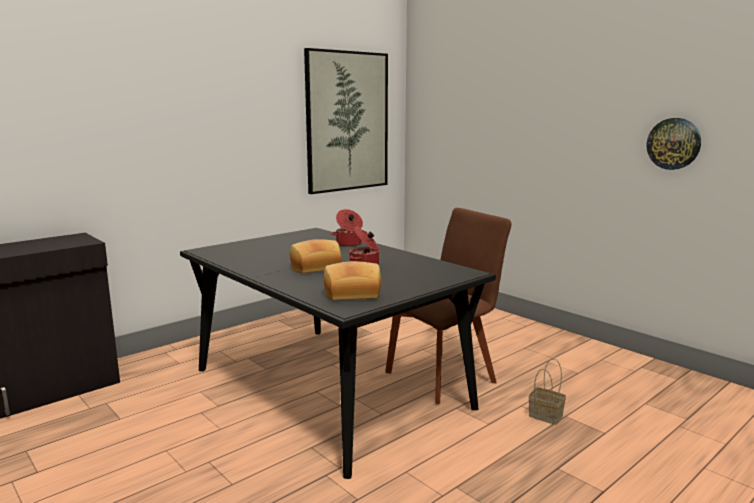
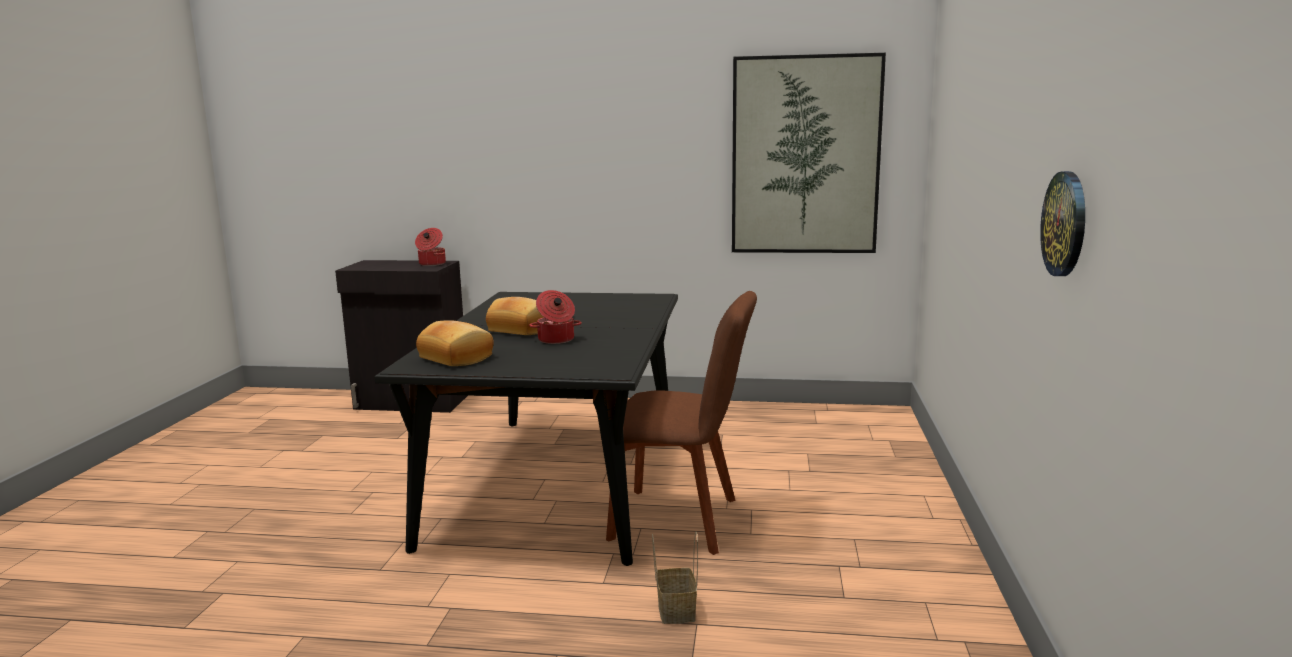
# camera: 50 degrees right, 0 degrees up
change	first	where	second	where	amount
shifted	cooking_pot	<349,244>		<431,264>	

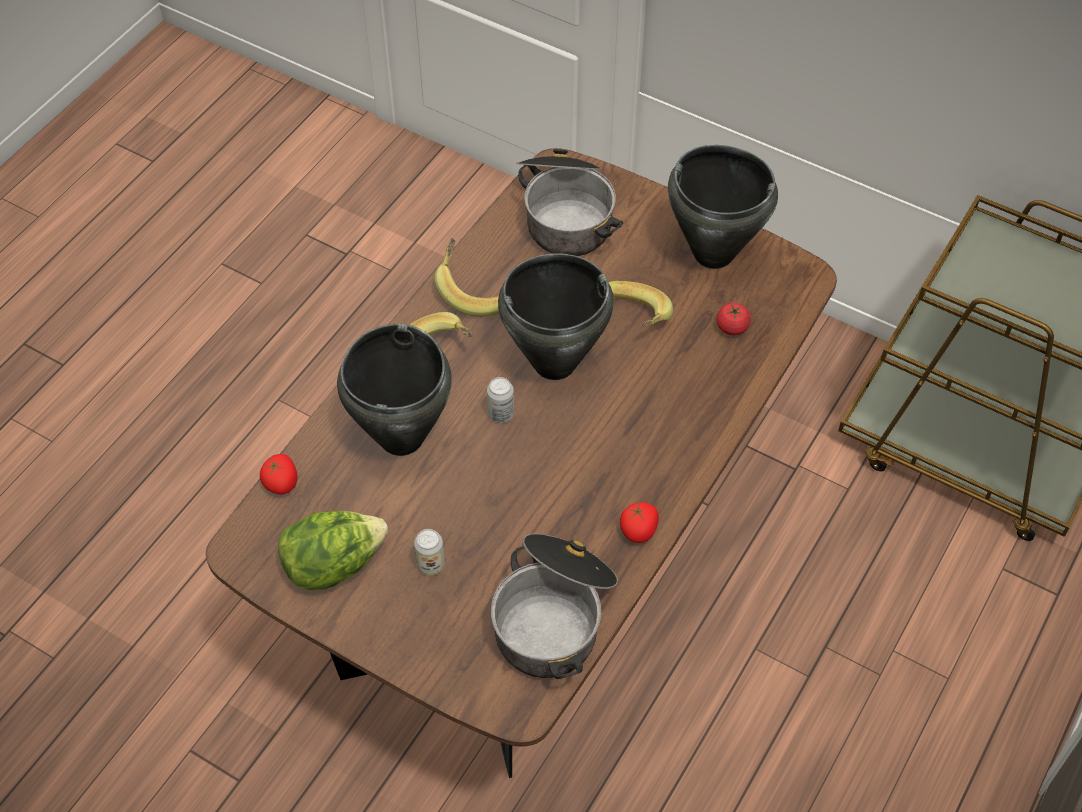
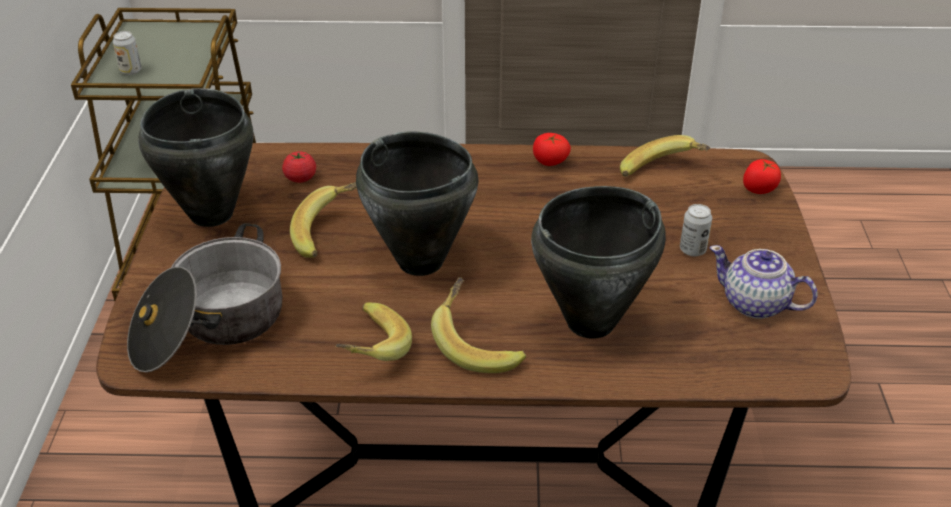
# camera: 120 degrees left, 15 degrees down
change	first	where	second	where	amount
shifted	metal_can	<501,414>		<131,71>	
shifted	fresh_tomato	<281,483>		<759,189>	
swapped	lettuce_head	<334,565>	pot_for_tea	<755,304>	
swapped	cooking_pot	<555,616>	whole_banana	<663,174>	

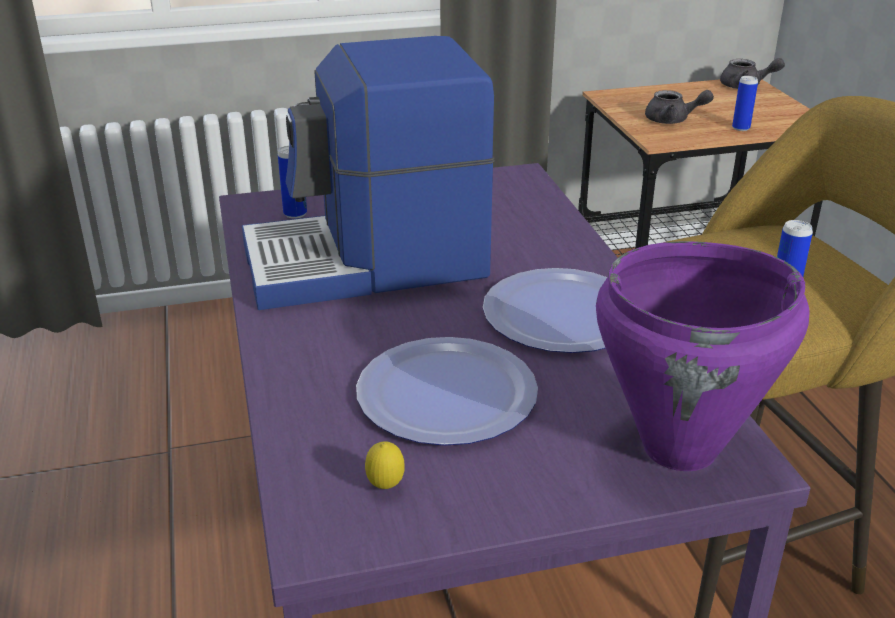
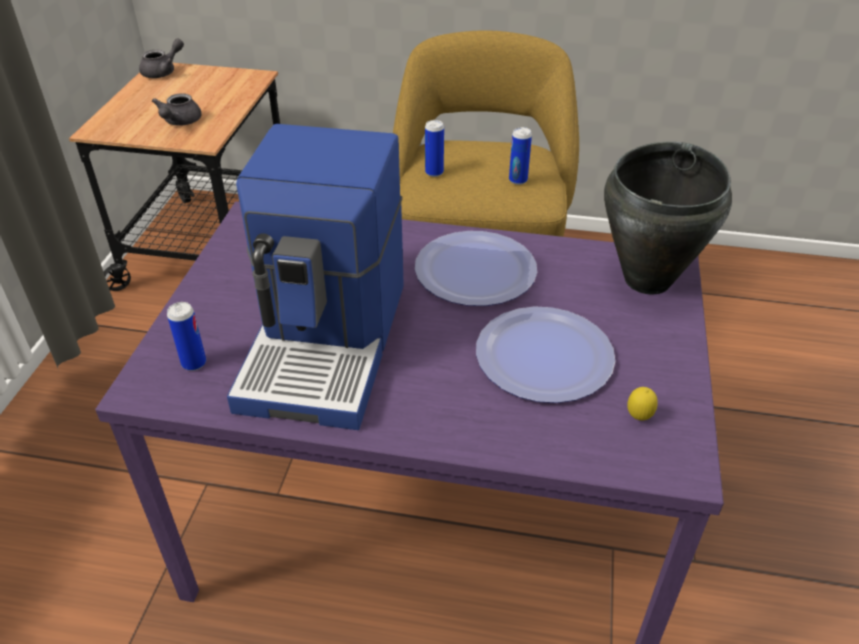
# camera: 65 degrees left, 10 degrees up
change	first	where	second	where	amount
shifted	metal_can	<741,128>		<434,172>	
rotated	greyish_pot_for_tea	<672,120>		<179,122>	150 degrees clockwise
repainted	purple-coloured_cooking_pot	<681,449>	black-coloured_cooking_pot	<648,280>	

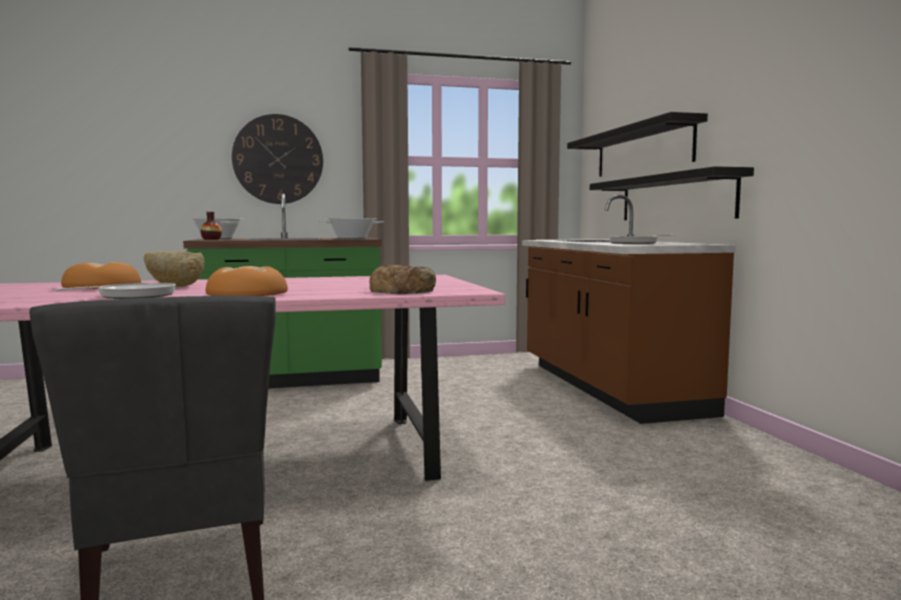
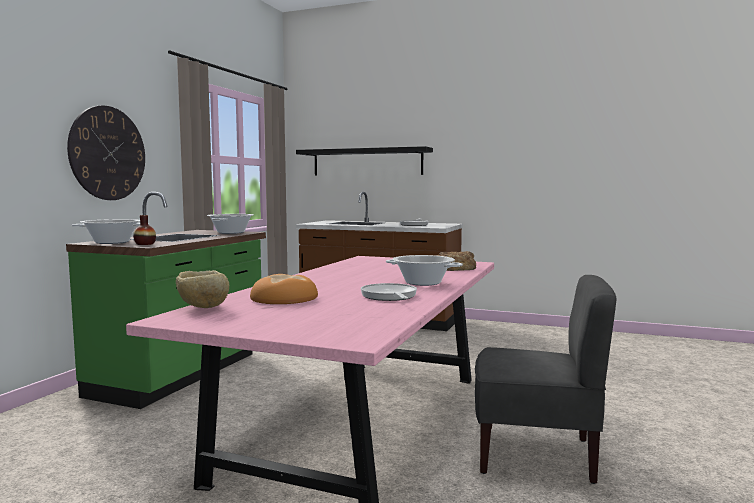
# camera: 55 degrees left, 0 degrees up
change	first	where	second	where	amount
gone	black-coloured_shelf	<674,198>			
shifted	beige-coloured_bowl	<175,287>		<203,308>	
swapped	bread	<248,294>	cooking_pot	<423,283>	

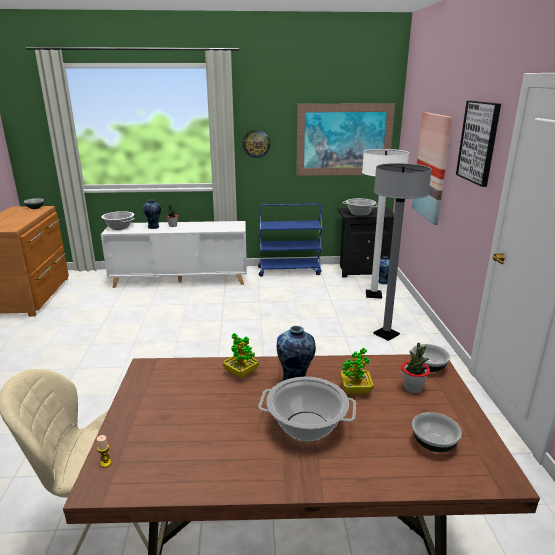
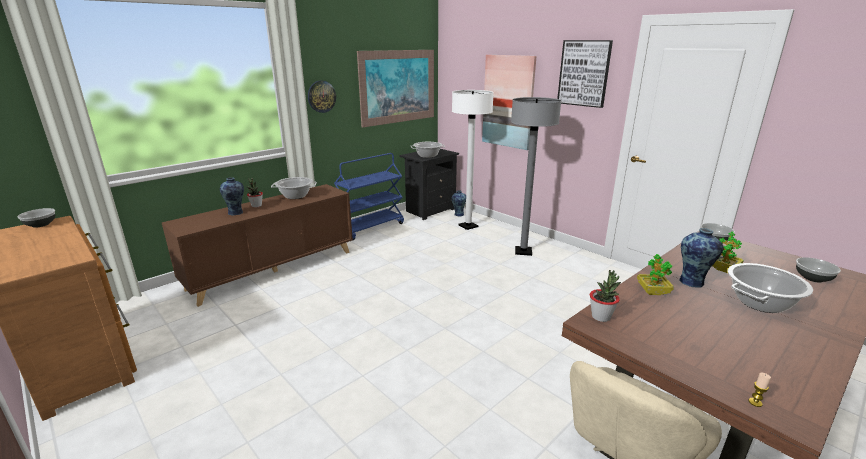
# camera: 40 degrees left, 0 degrees up
change	first	where	second	where	amount
shifted	cooking_pot	<119,227>		<295,196>	
repainted	white_storage_cabinet	<181,280>	brown-coloured_storage_cabinet	<273,269>	
shifted	plant_in_a_pot	<412,388>		<601,317>	

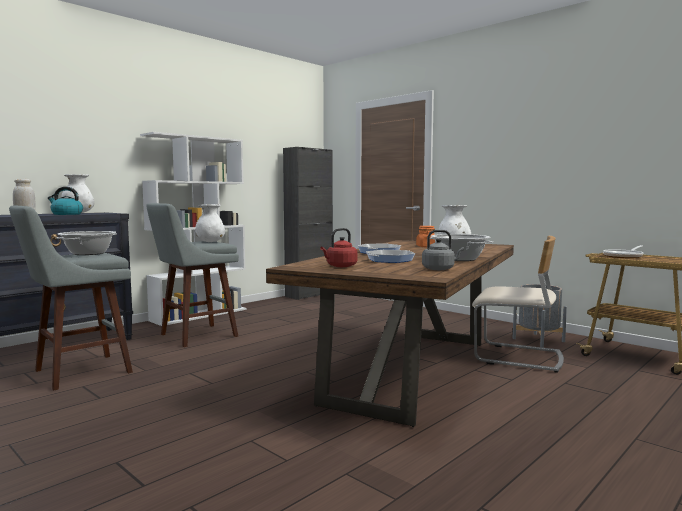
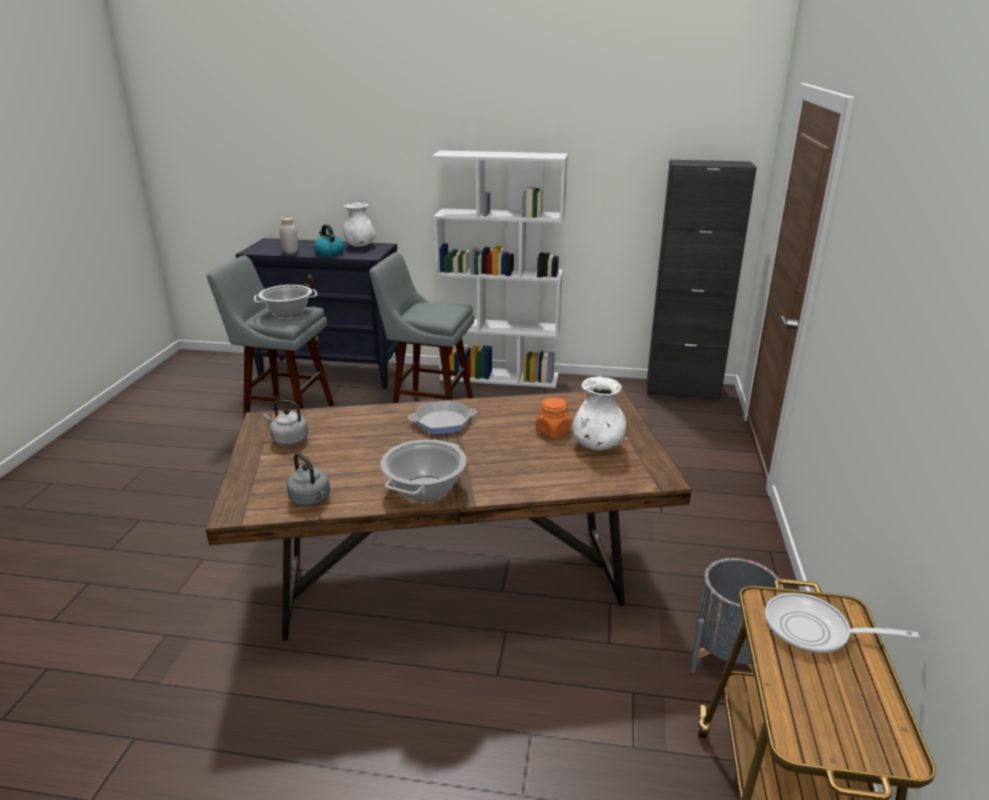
# camera: 55 degrees right, 20 degrees up
change	first	where	second	where	amount
gone	white_vase	<210,242>			
repainted	reddish_tea_kettle	<340,266>	greyish_tea_kettle	<288,440>	
gone	beige-coloured_plain_chair	<518,357>			
gone	frying_pan	<390,260>			

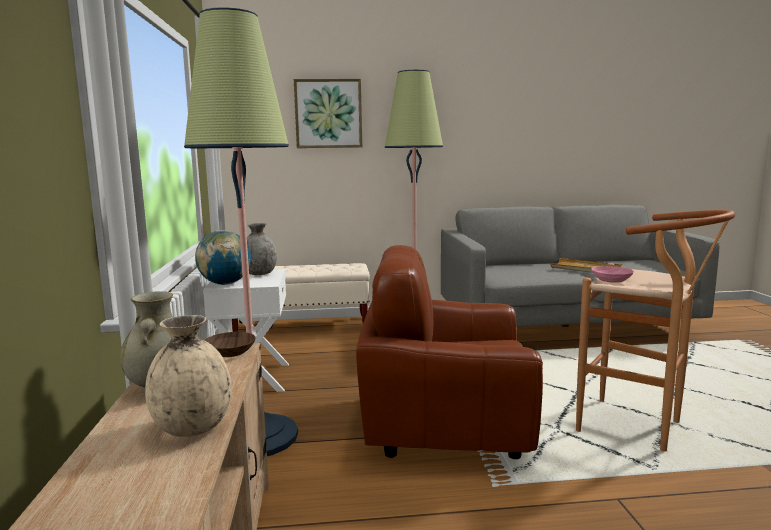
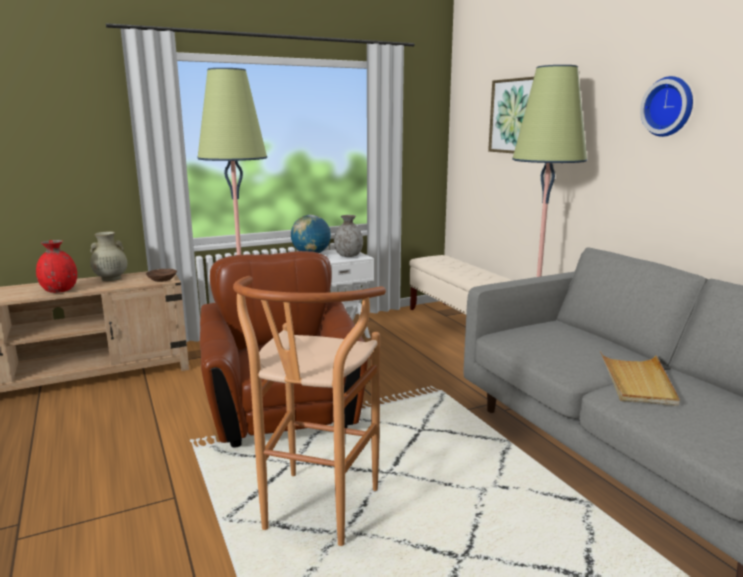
# camera: 70 degrees right, 5 degrees up
change	first	where	second	where	amount
gone	pinkish_bowl	<610,280>			
repainted	beige-coloured_vase	<193,428>	reddish_vase	<59,290>	
new			hanging_clock	<669,106>	

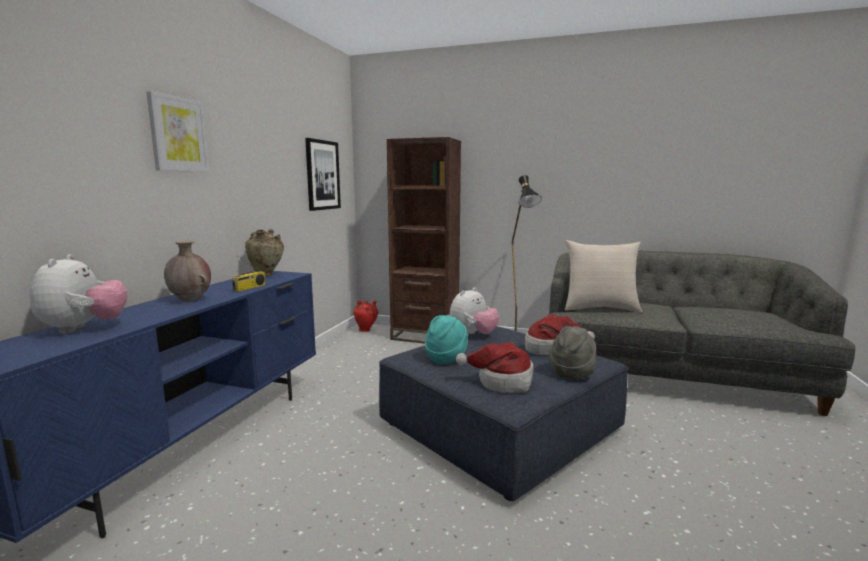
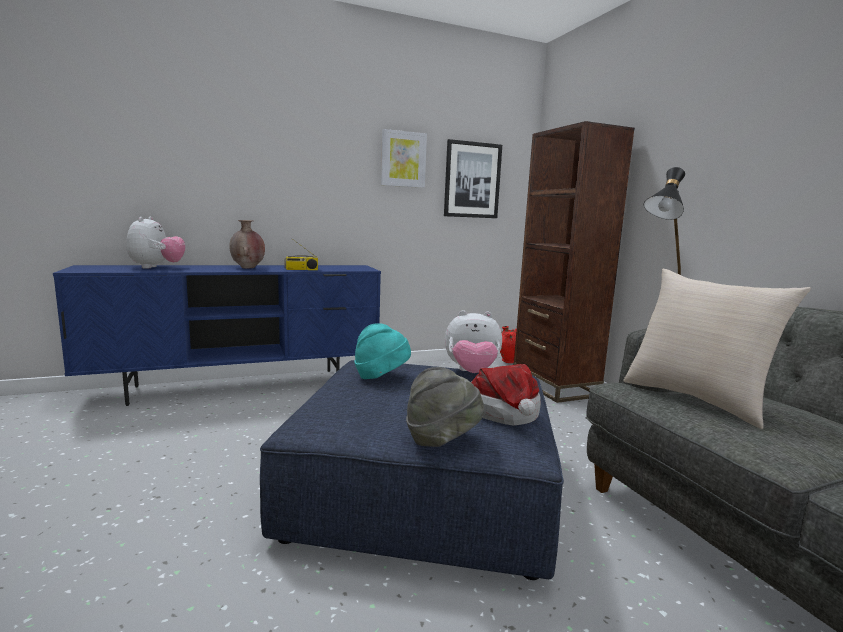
# camera: 50 degrees right, 0 degrees up
change	first	where	second	where	amount
shifted	wall_picture	<178,134>		<403,159>	
gone	beige-coloured_vase	<266,275>			
rotated	cuddly_toy	<84,328>		<156,267>	45 degrees counterclockwise
gone	clothing_hat	<502,382>			

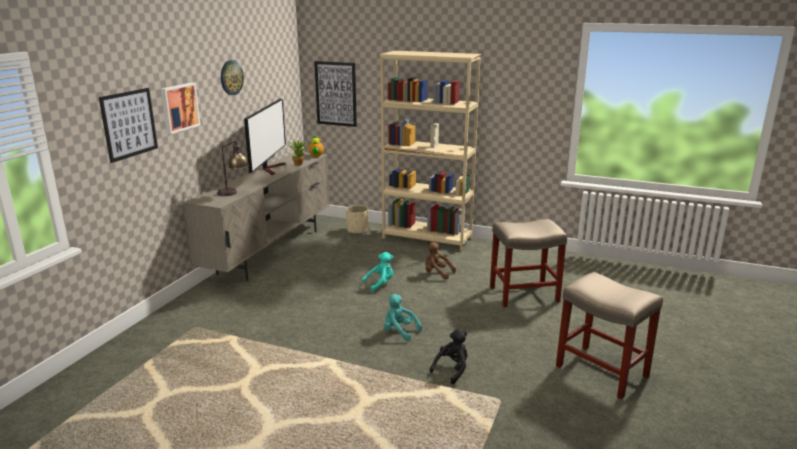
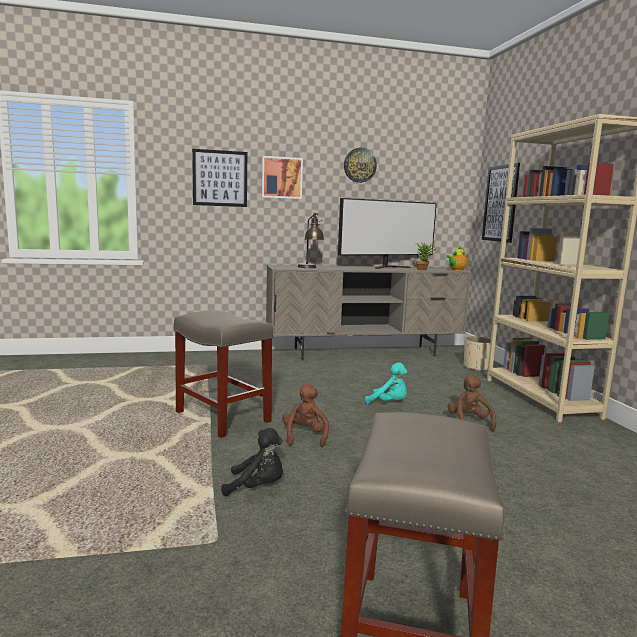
# camera: 55 degrees right, 10 degrees down
change	first	where	second	where	amount
shifted	beige-coloured_sitting_stool	<523,294>		<221,416>	
repainted	turquoise-coloured_cuddly_toy	<399,331>	brown-coloured_cuddly_toy	<305,436>	

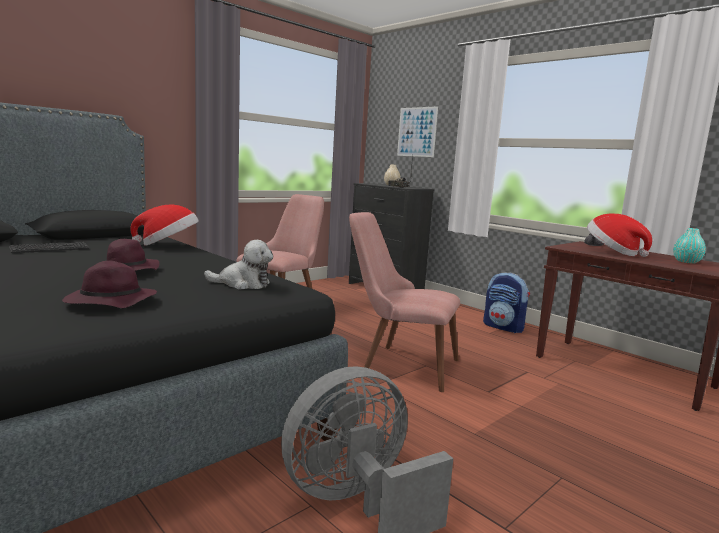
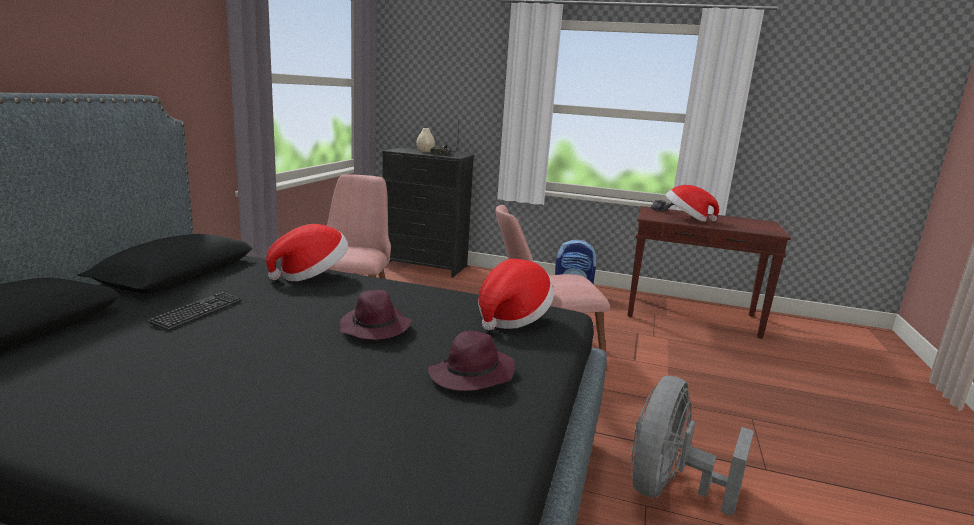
# camera: 30 degrees left, 5 degrees up
change	first	where	second	where	amount
gone	wall_picture	<417,132>			
gone	turquoise-coloured_vase	<686,262>			
swapped	cuddly_toy	<243,284>	clothing_hat	<512,318>	

